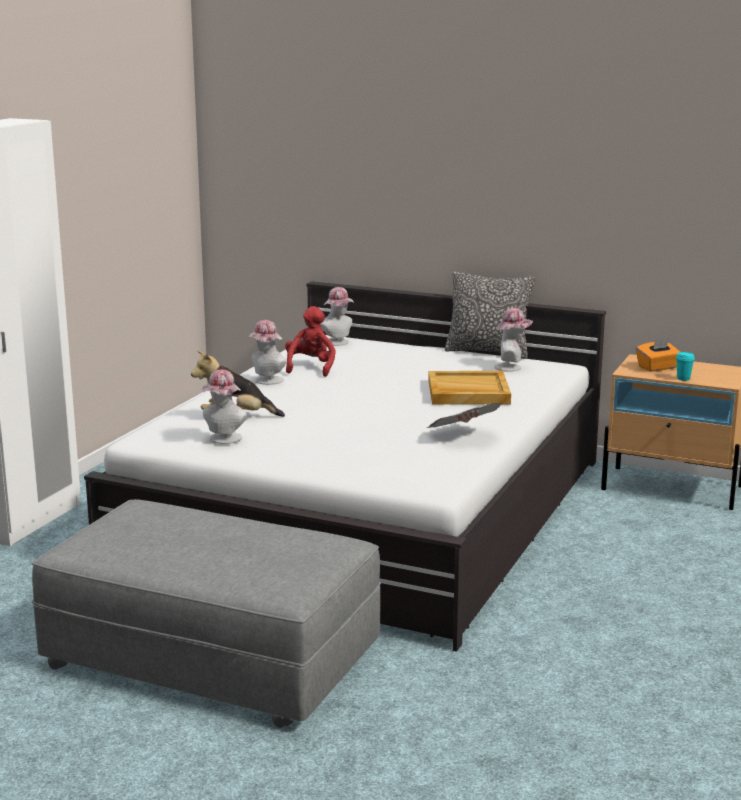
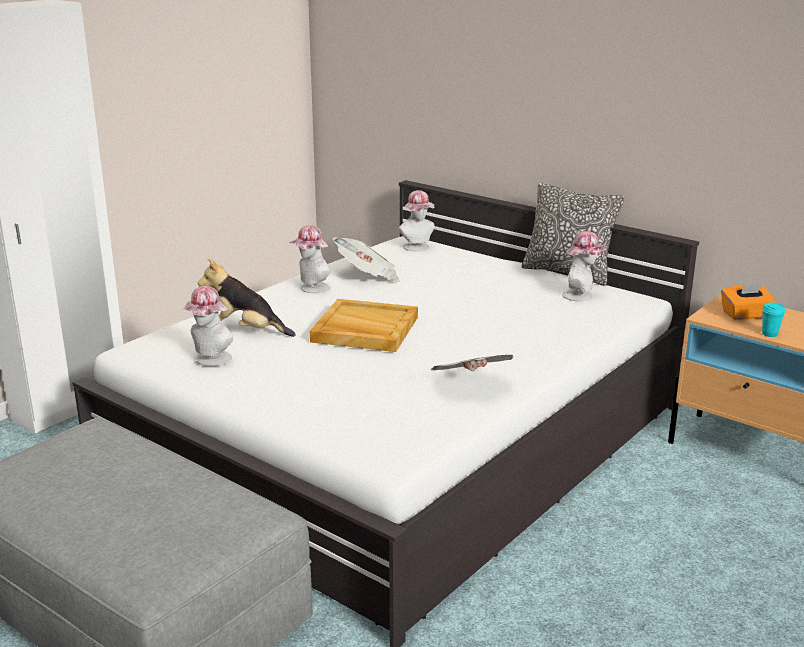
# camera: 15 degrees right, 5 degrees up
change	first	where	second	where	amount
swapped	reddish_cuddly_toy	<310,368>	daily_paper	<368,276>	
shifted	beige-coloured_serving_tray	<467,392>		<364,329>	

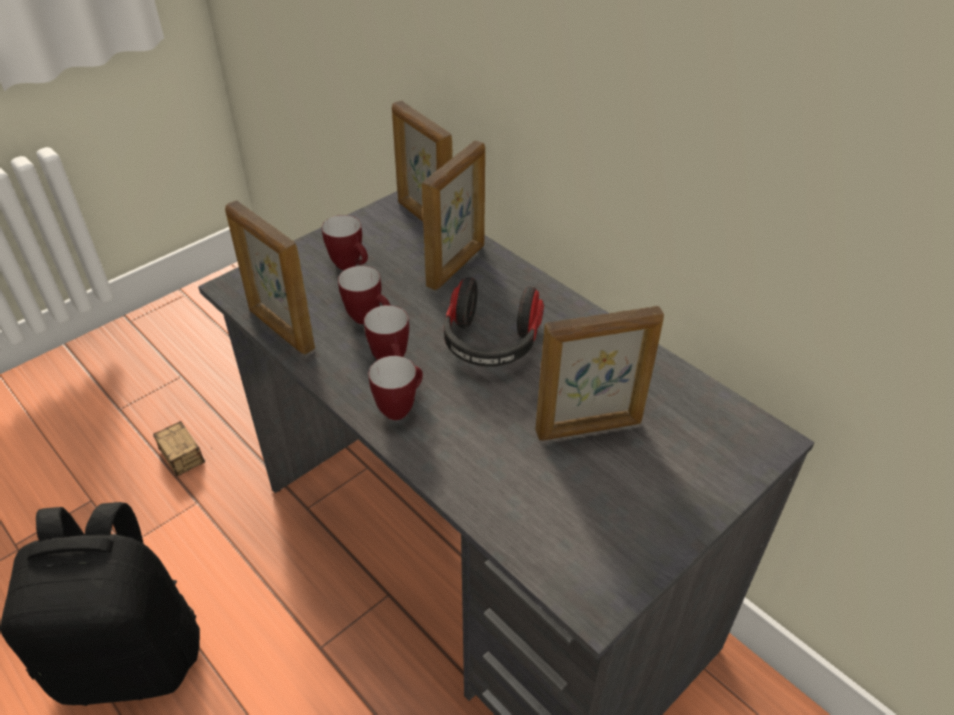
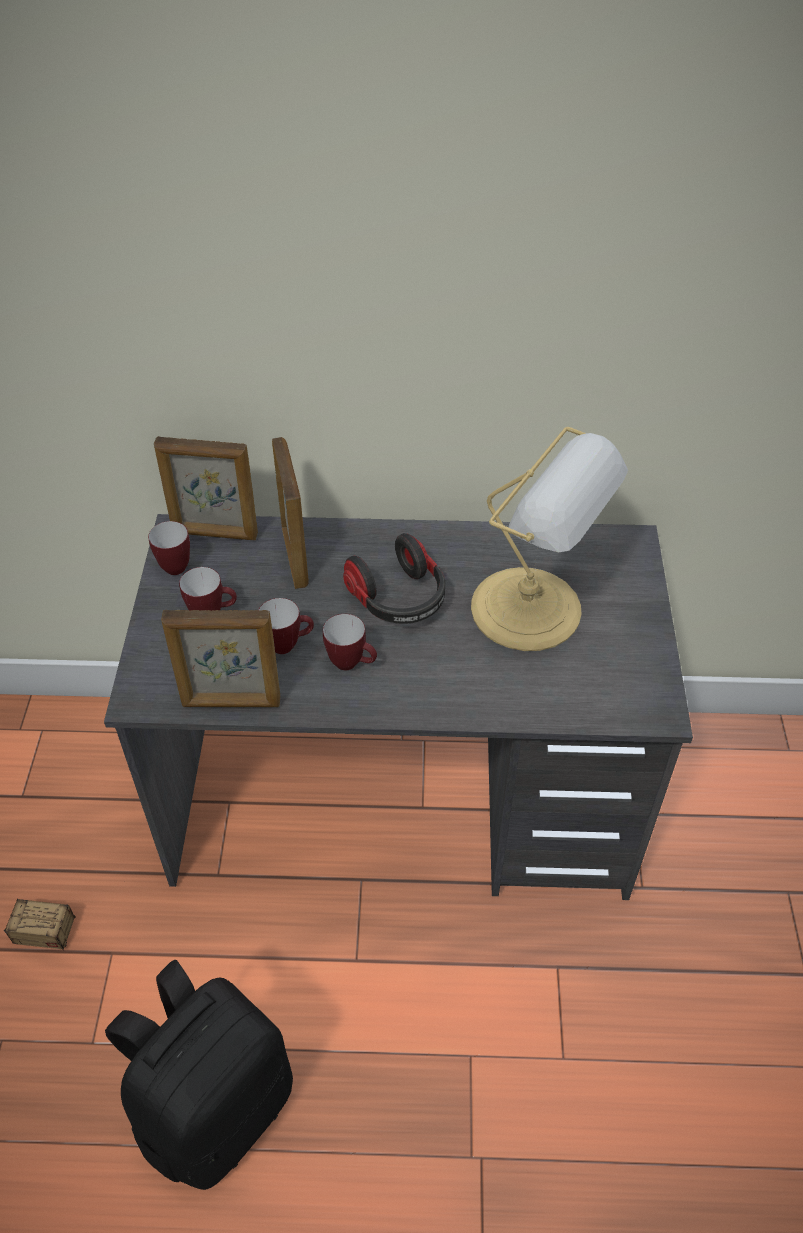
# camera: 45 degrees left, 5 degrees up
change	first	where	second	where	amount
swapped	photo_frame	<589,428>	tabletop_lamp	<532,611>	
shifted	coffee_mug	<400,407>		<175,564>	

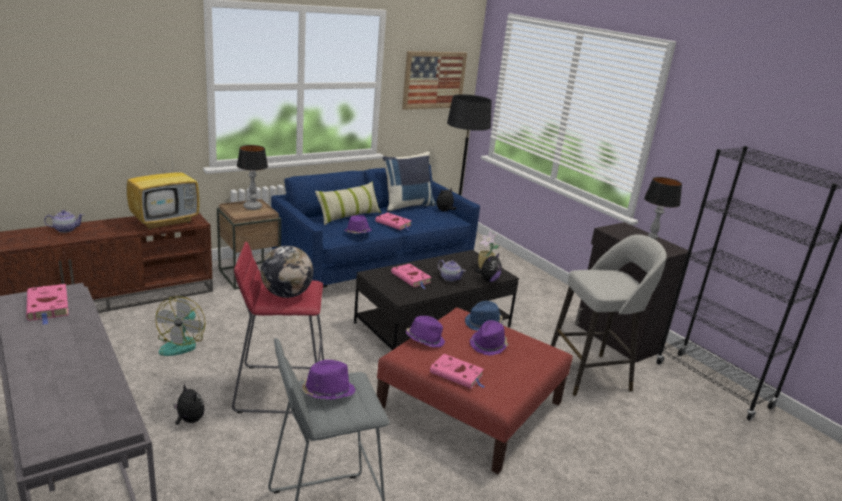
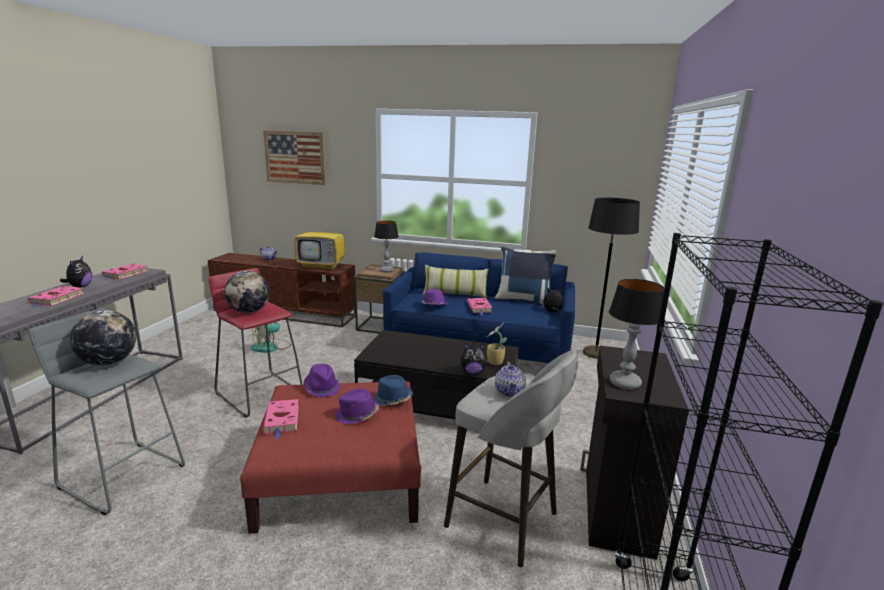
# camera: 50 degrees right, 5 degrees down
change	first	where	second	where	amount
shifted	wall_picture	<434,80>		<295,157>	
shifted	pot_for_tea	<450,278>		<509,391>	
shifted	pinkish_bound_book	<412,278>		<56,299>	
swapped	purple-coloured_clothing_hat	<327,392>	desk_globe	<109,362>	
shifted	cuddly_toy	<189,420>		<80,287>	

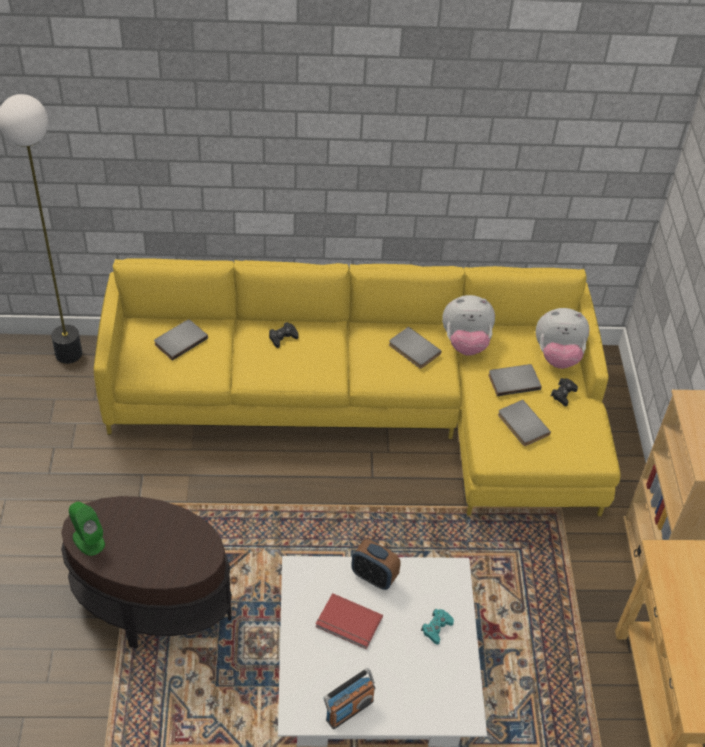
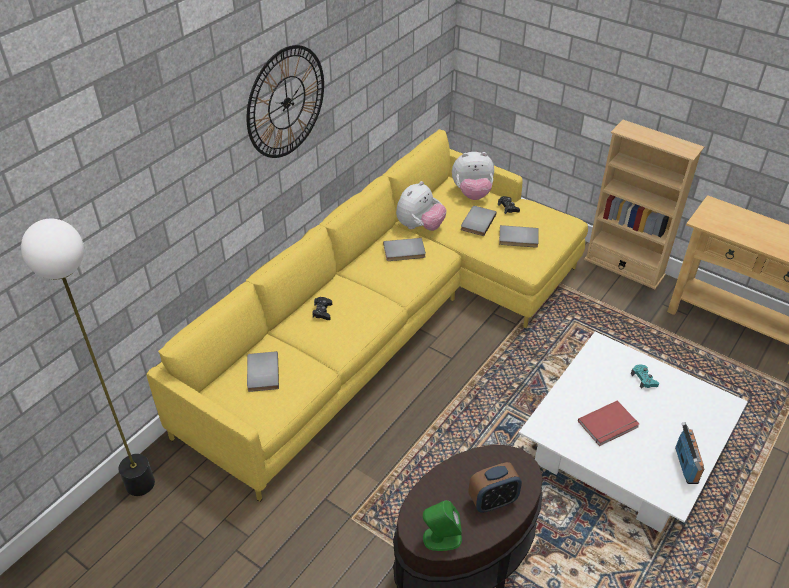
# camera: 50 degrees left, 5 degrees down
change	first	where	second	where	amount
rotated	cuddly_toy	<557,356>		<472,194>	45 degrees clockwise
shifted	bedside_clock	<374,577>		<493,501>	
new			hanging_clock	<286,102>	

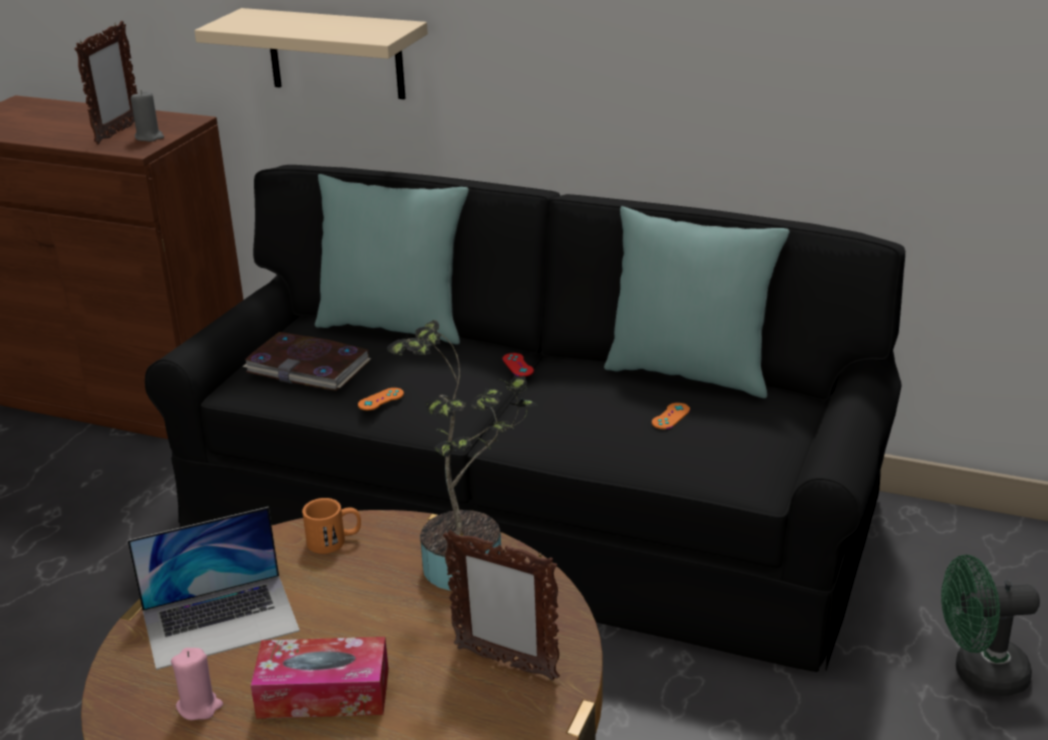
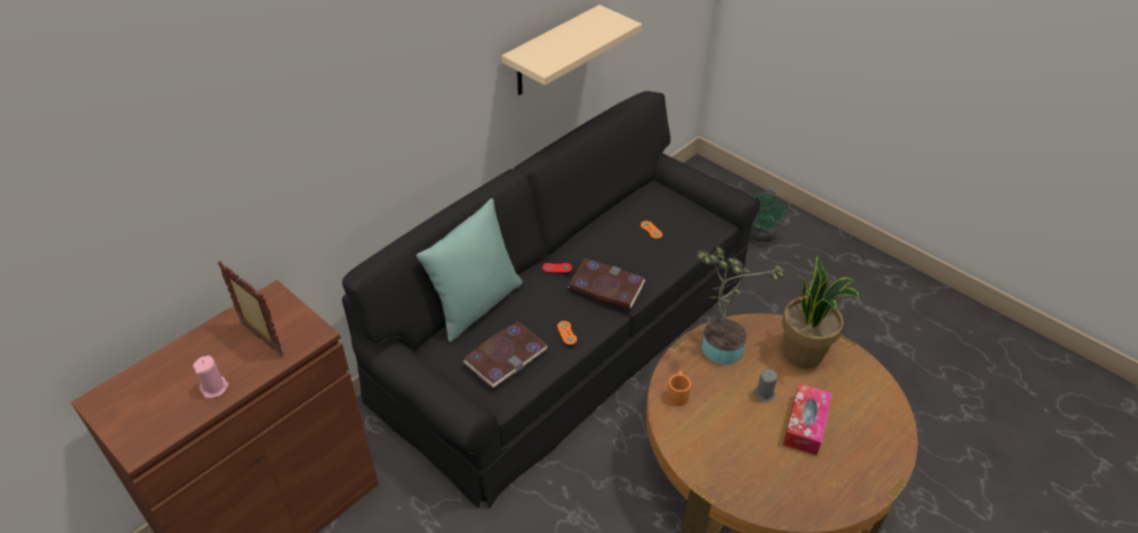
# camera: 70 degrees left, 15 degrees up
change	first	where	second	where	amount
shifted	beige-coloured_shelf	<335,53>		<552,52>	
shifted	greyish_candle	<149,137>		<764,394>	
gone	turquoise-coloured_throw_pillow	<690,373>			
gone	laptop	<220,620>			
swapped	photo_frame	<505,663>	plant_in_a_pot	<803,353>	
shifted	pinkish_candle	<199,707>		<215,388>	
new			bound_book	<605,287>	

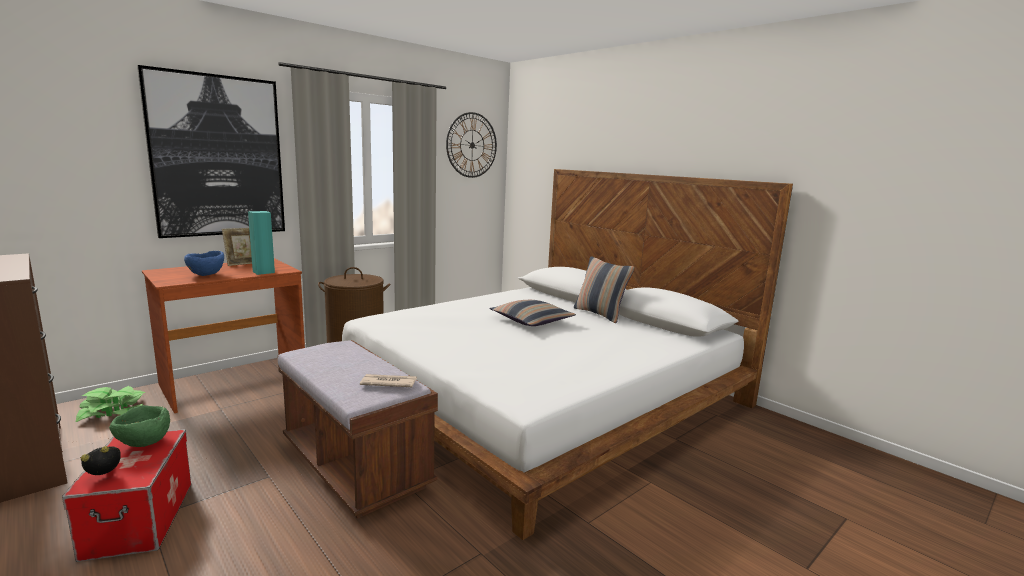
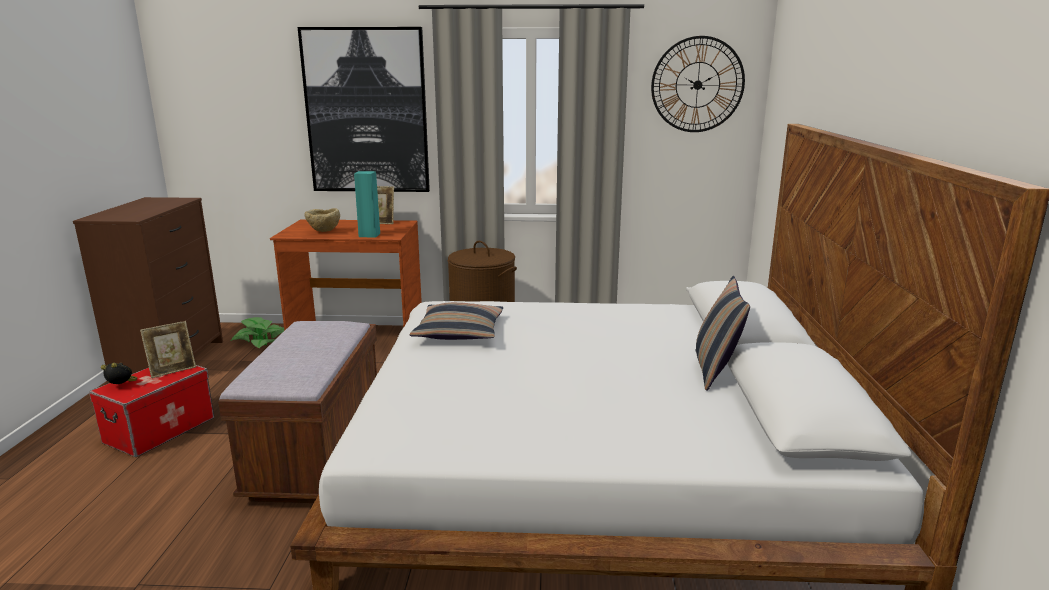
# camera: 45 degrees right, 5 degrees up
change	first	where	second	where	amount
repainted	bluish_bowl	<206,275>	beige-coloured_bowl	<324,232>	
shifted	throw_pillow	<532,321>		<459,332>	
gone	daily_paper	<388,383>			
swapped	greenish_bowl	<143,443>	photo_frame	<172,370>	

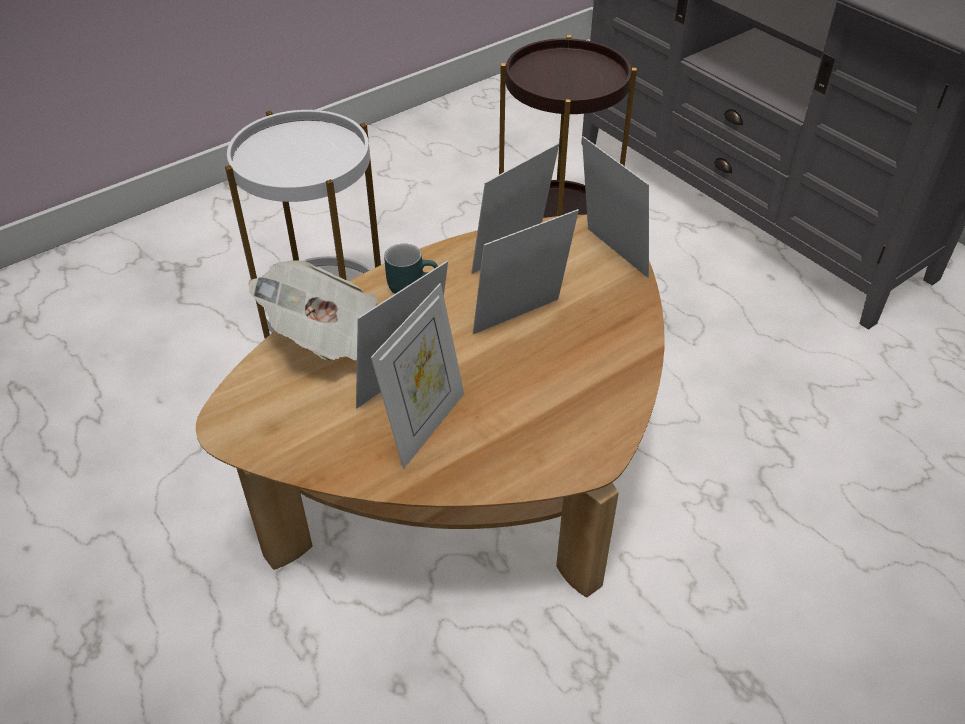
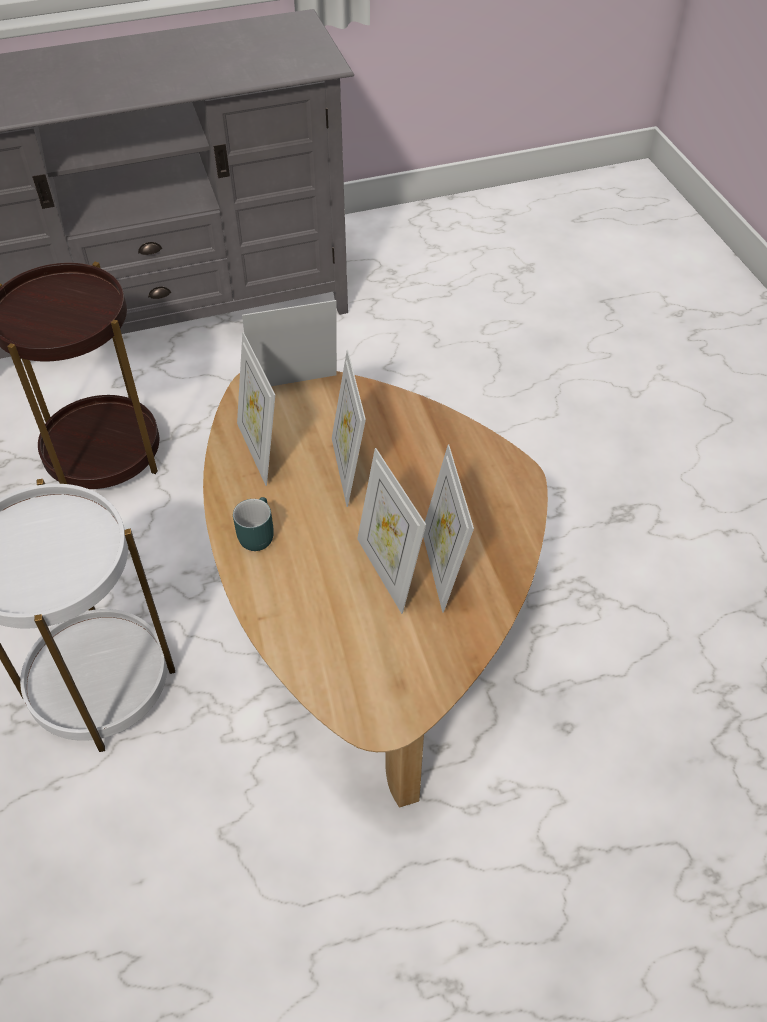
# camera: 70 degrees left, 5 degrees up
change	first	where	second	where	amount
gone	daily_paper	<333,339>			
rotated	photo_frame	<424,425>		<442,569>	150 degrees counterclockwise

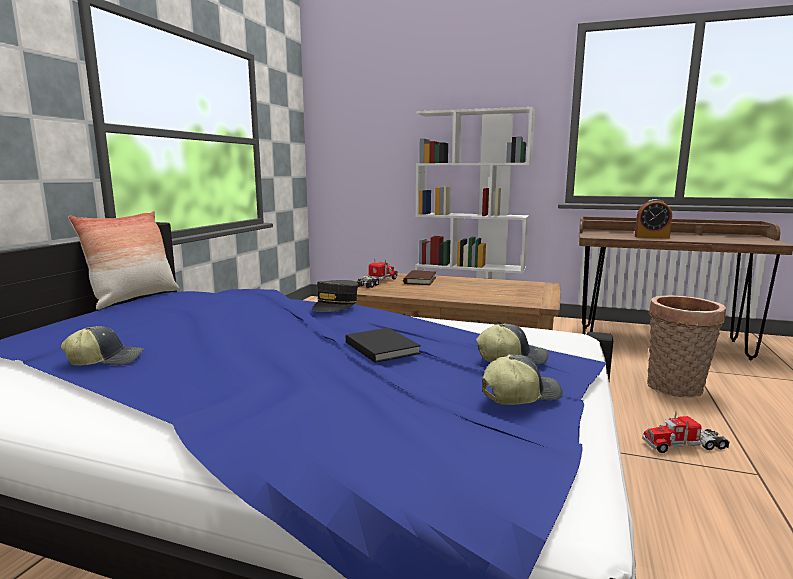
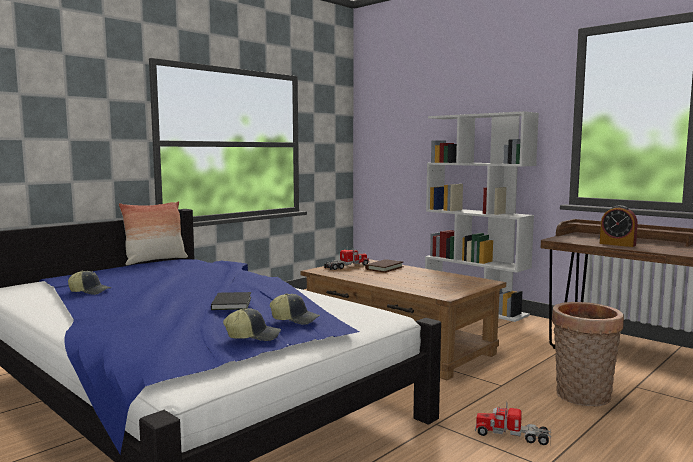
# camera: 25 degrees right, 5 degrees down
change	first	where	second	where	amount
gone	greyish_peaked_cap	<335,305>			

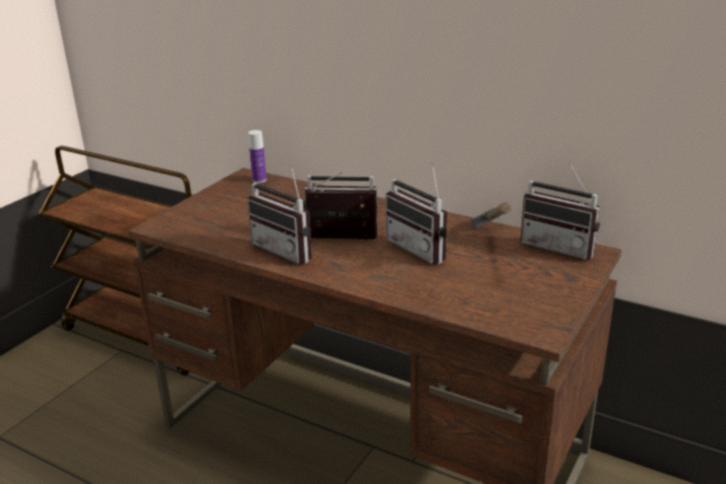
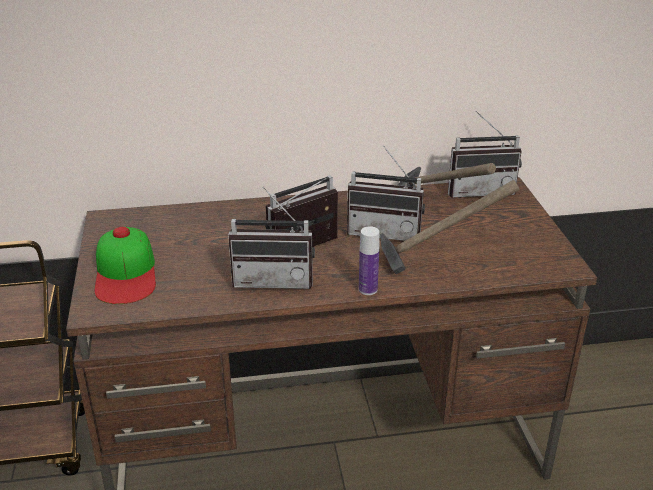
# camera: 40 degrees left, 5 degrees up
change	first	where	second	where	amount
shifted	beverage_bottle	<259,180>		<368,289>	
new			hammer	<439,260>	
new			peaked_cap	<126,273>	

